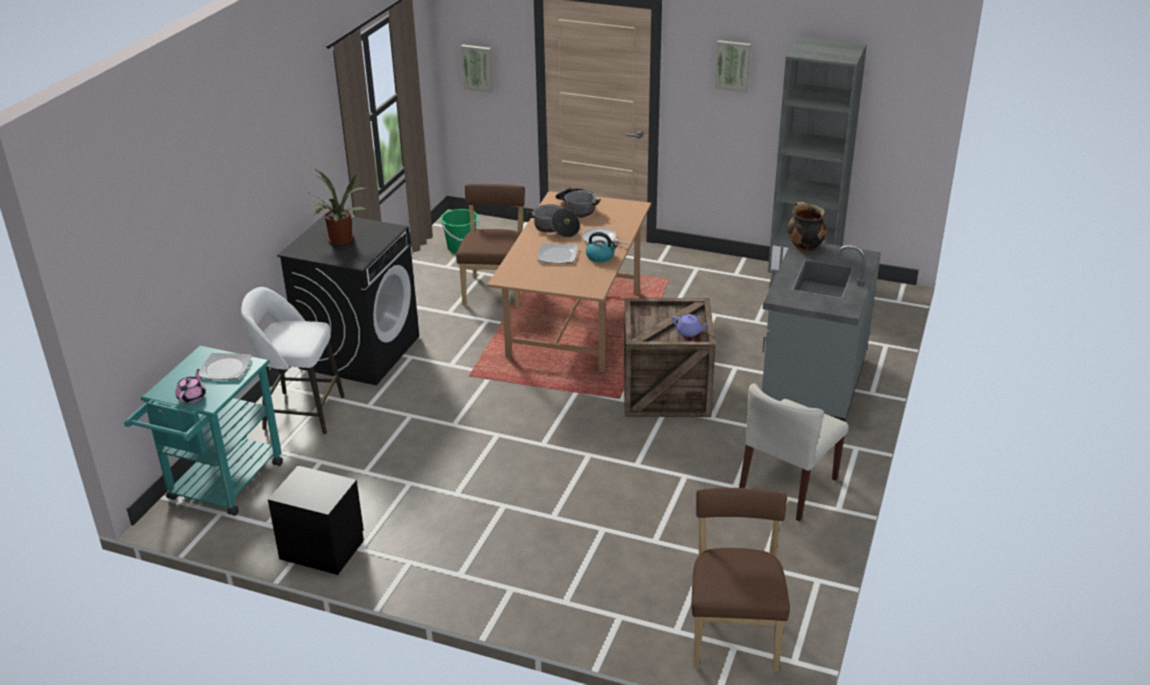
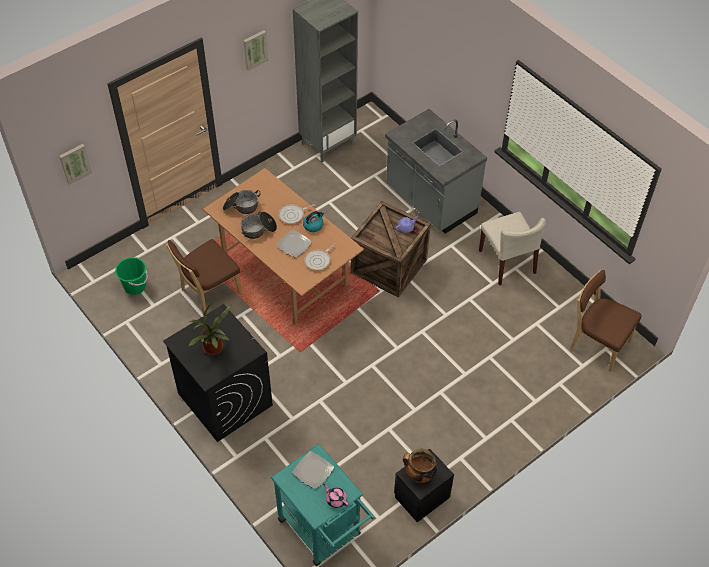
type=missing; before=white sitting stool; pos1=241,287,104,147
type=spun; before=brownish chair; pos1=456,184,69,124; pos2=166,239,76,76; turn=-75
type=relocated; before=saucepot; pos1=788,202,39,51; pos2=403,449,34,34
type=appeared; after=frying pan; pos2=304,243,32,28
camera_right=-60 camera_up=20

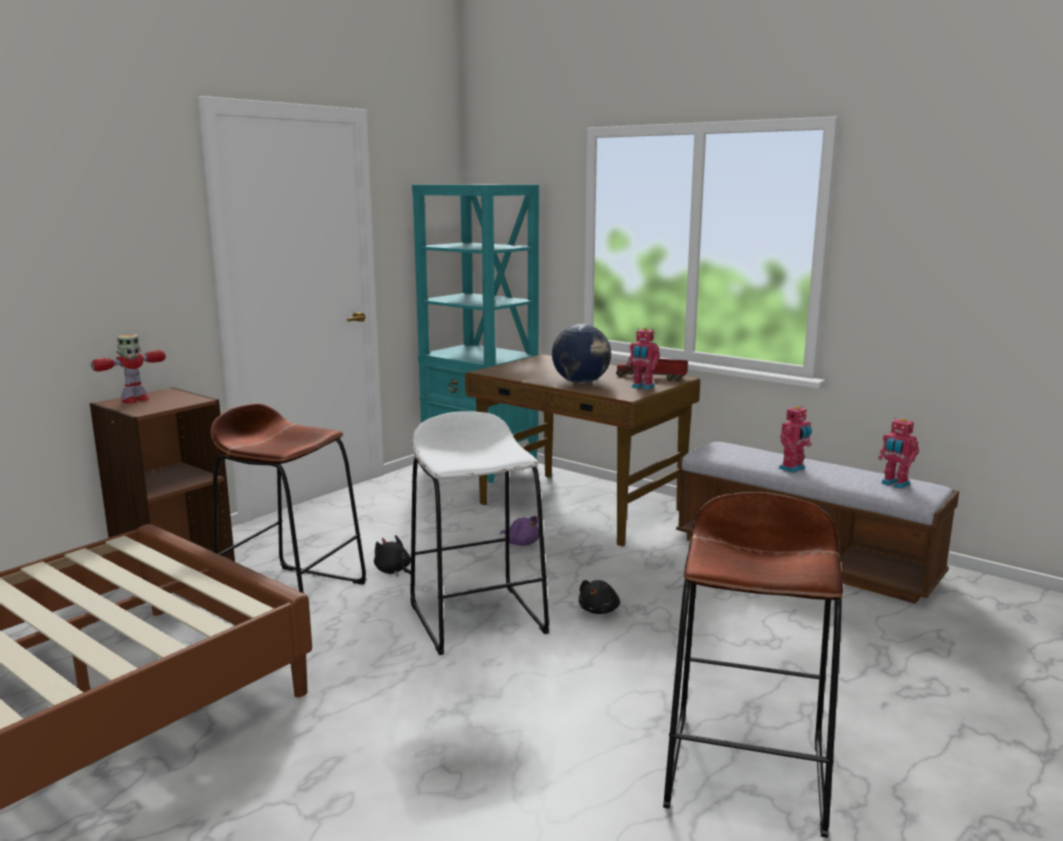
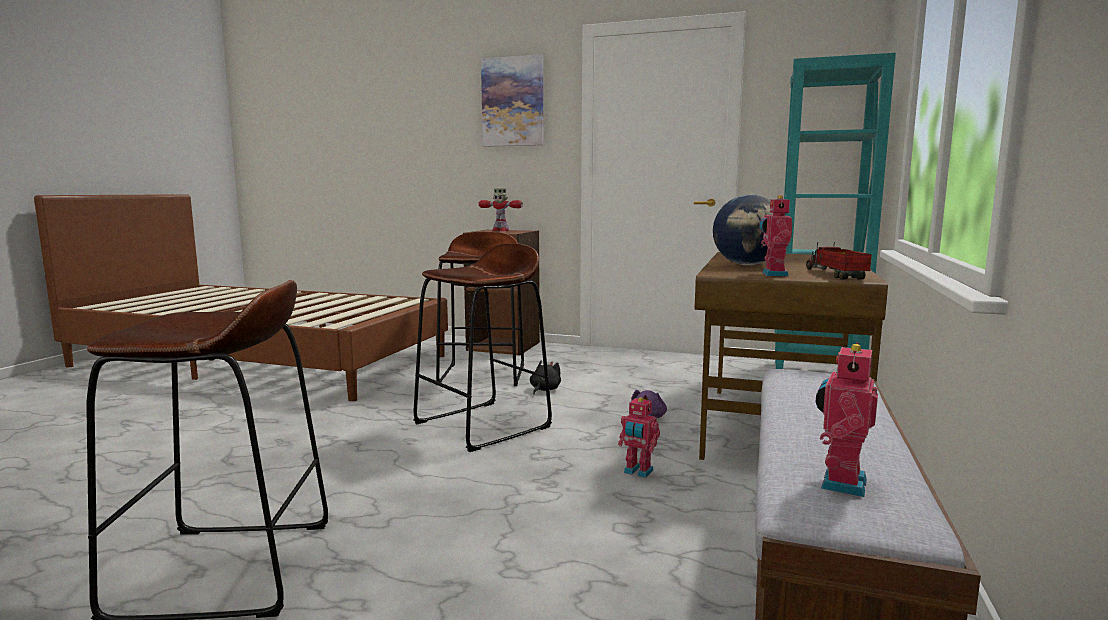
type=colour; before=white sitting stool; after=brownish sitting stool; pos1=411,411,138,244; pos2=413,243,139,209
type=missing; before=black-coloured soft toy; pos1=579,580,41,34
type=relocated; before=robot figure; pos1=779,406,33,67; pos2=618,397,42,81
type=appeared; after=wall picture; pos2=481,54,62,93
camera_right=70 camera_up=-5

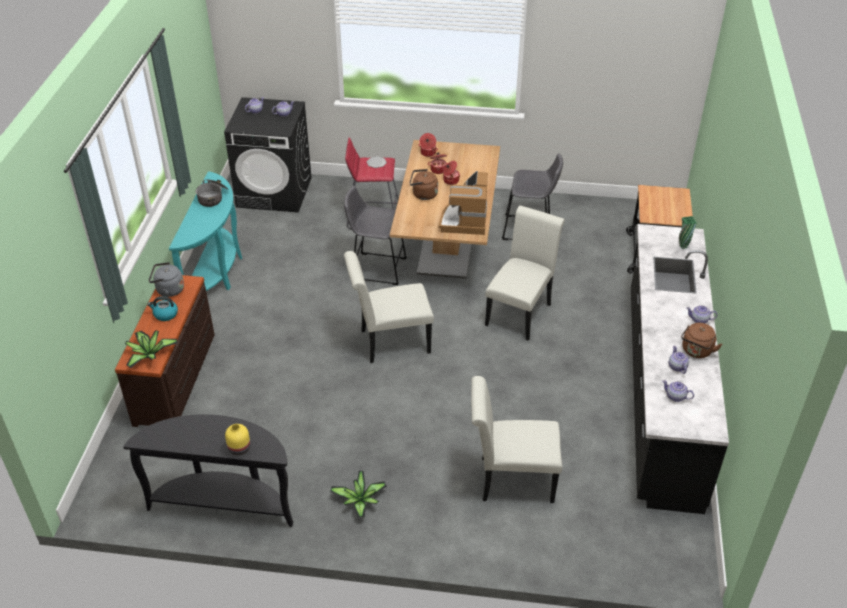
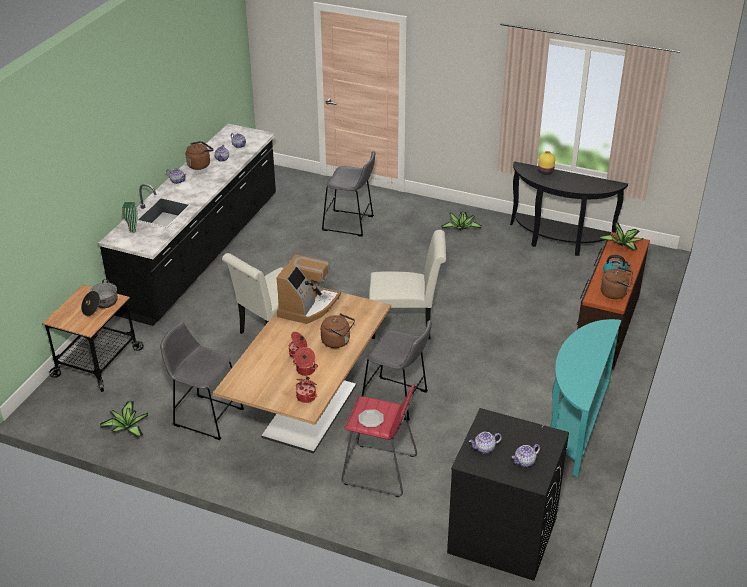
type=colour; before=grey water kettle; after=brownish water kettle; pos1=149,262,35,35; pos2=600,266,33,33
type=relocated; before=saucepot; pos1=196,179,33,28; pos2=81,279,37,37
type=exchanged; before=white chair; after=grey sitting stool; pos1=471,376,91,127; pos2=321,151,54,86
type=appeared; after=plant in a pot; pos2=100,401,48,37
camera_right=-165 camera_up=-5

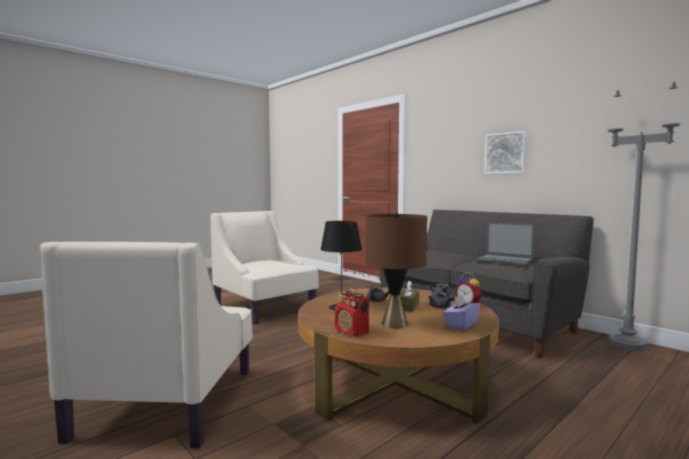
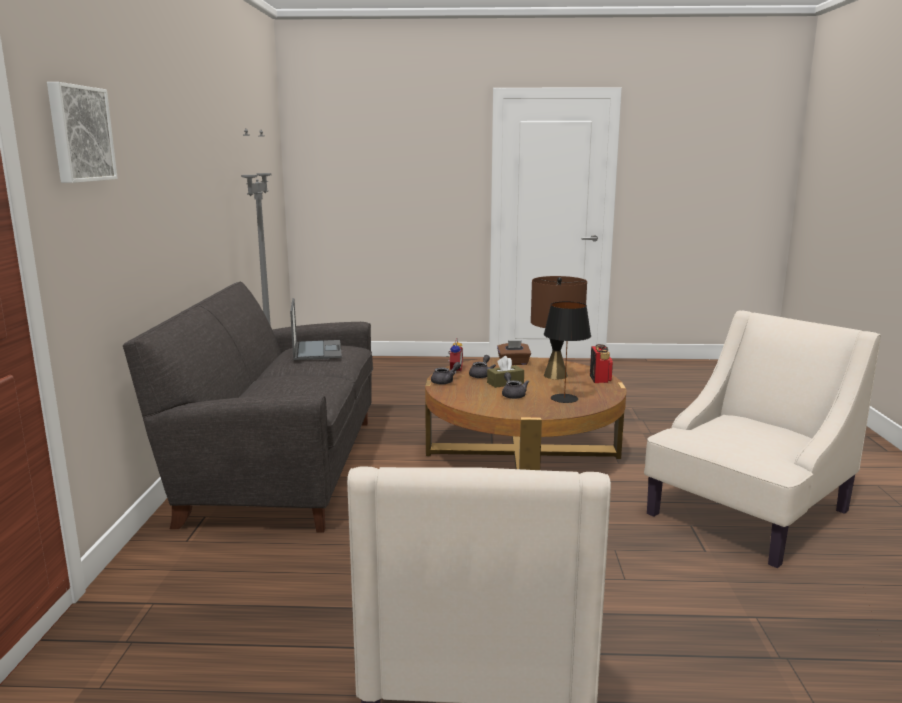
type=colour; before=purple-coloured tissue box; after=brownish tissue box; pos1=443,295,37,36; pos2=497,341,34,24
type=relocated; before=wall picture; pos1=485,131,42,43; pos2=47,82,71,101
camera_right=-135 camera_up=10

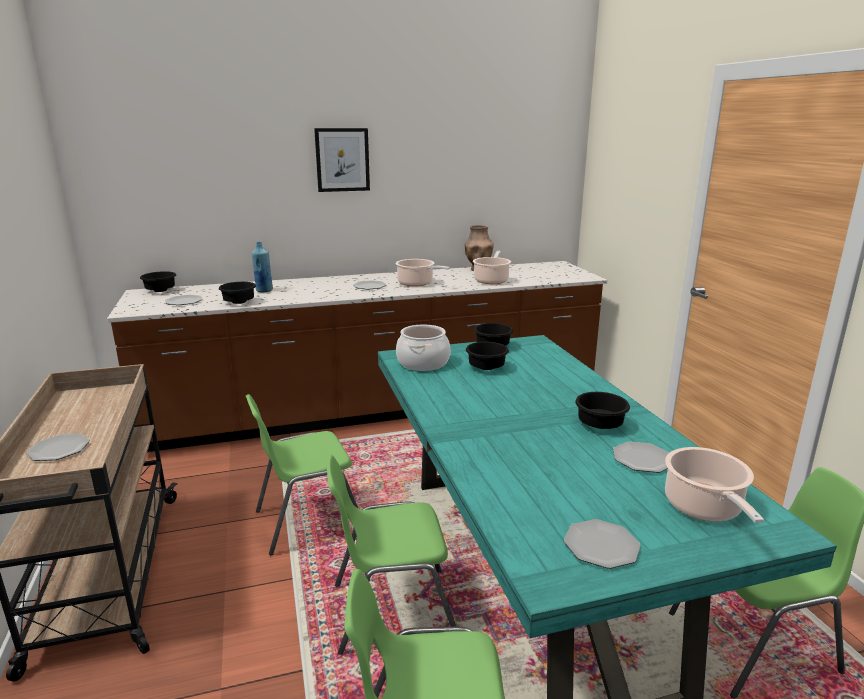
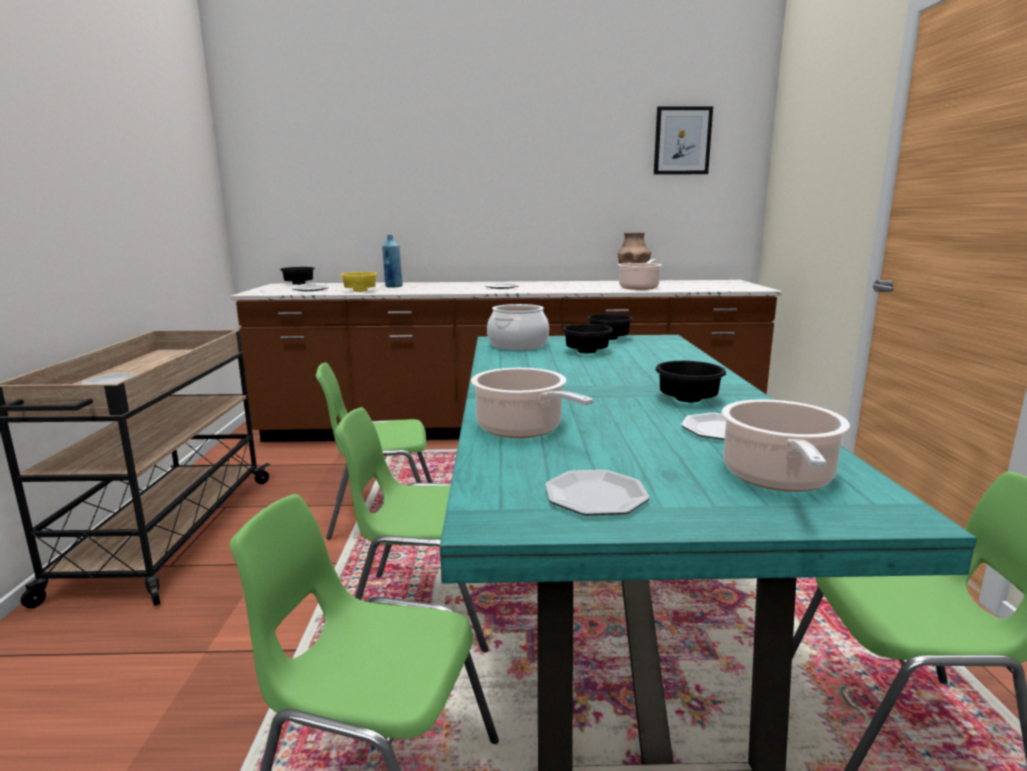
type=colour; before=black-coloured deep dish; after=yellow-coloured deep dish; pos1=219,282,37,22; pos2=340,272,38,20
type=relocated; before=wall picture; pos1=314,128,56,64; pos2=654,106,59,69
type=relocated; before=saucepot; pos1=395,259,55,27; pos2=471,368,122,70
camera_right=15 camera_up=-5

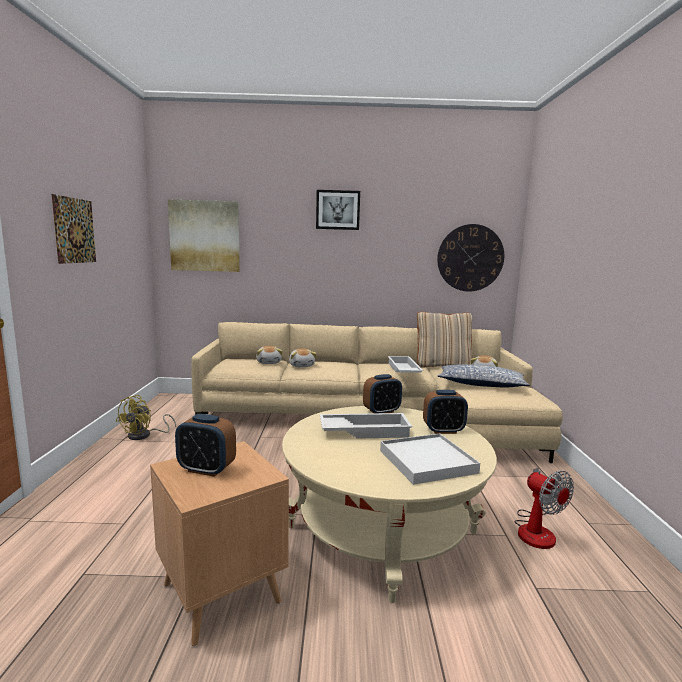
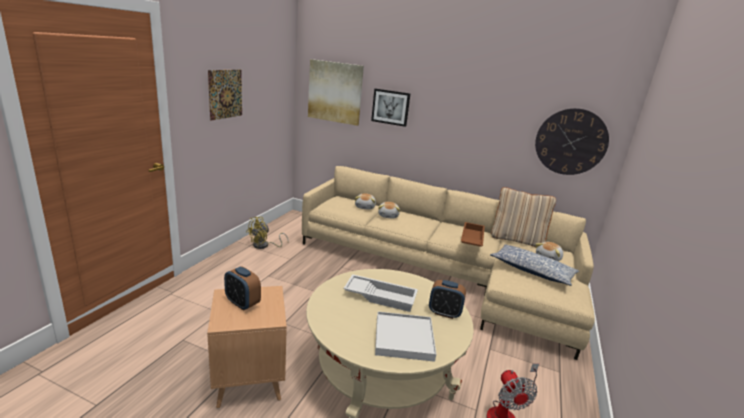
type=relocated; before=wall picture; pos1=316,190,44,40; pos2=371,89,40,38
type=missing; before=alarm clock; pos1=363,374,39,39
type=colour; before=white carrying tray; after=brownish carrying tray; pos1=388,356,36,17; pos2=461,222,24,25
camera_right=20 camera_up=10

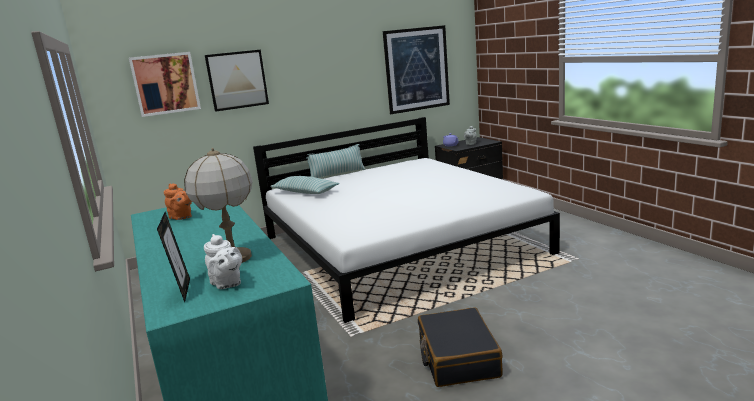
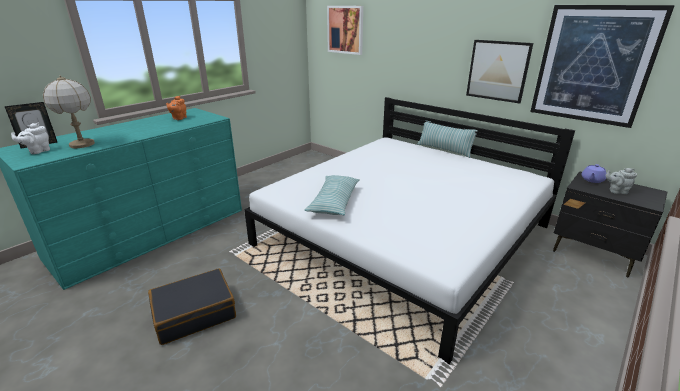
type=relocated; before=wall picture; pos1=205,50,64,62; pos2=466,40,67,63
type=relocated; before=throw pillow; pos1=270,176,69,18; pos2=305,175,55,40
camera_right=65 camera_up=10

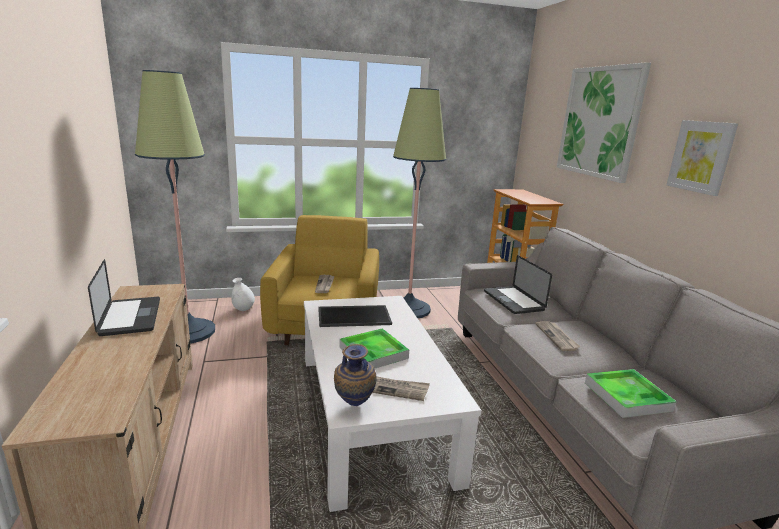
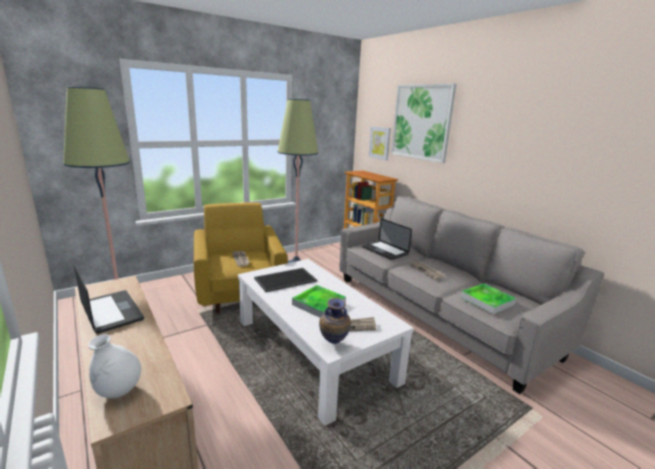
type=relocated; before=white decorative vase; pos1=231,278,24,33; pos2=88,334,53,64
type=relocated; before=wall picture; pos1=667,120,71,76; pos2=368,126,23,35
camera_right=-20 camera_up=0

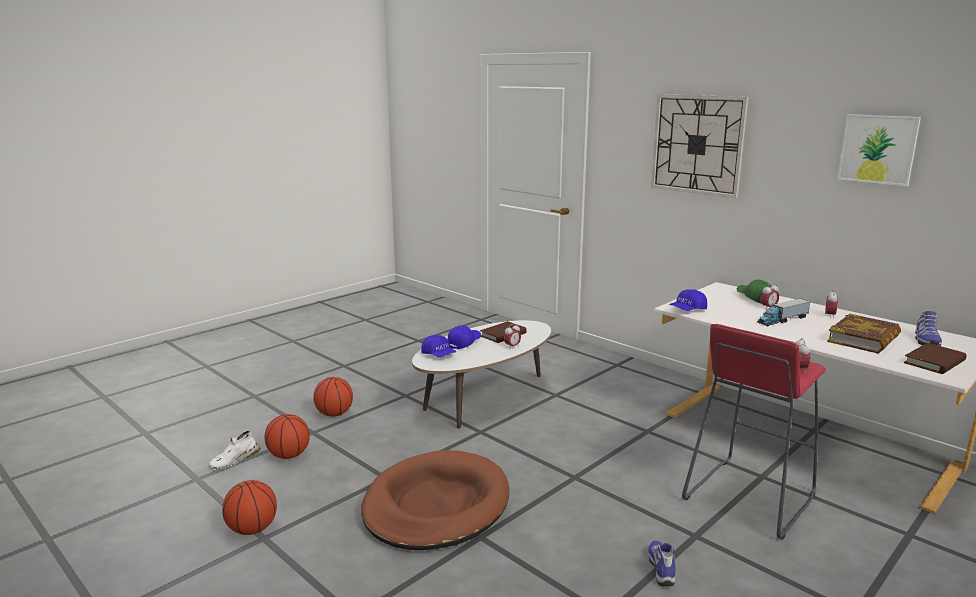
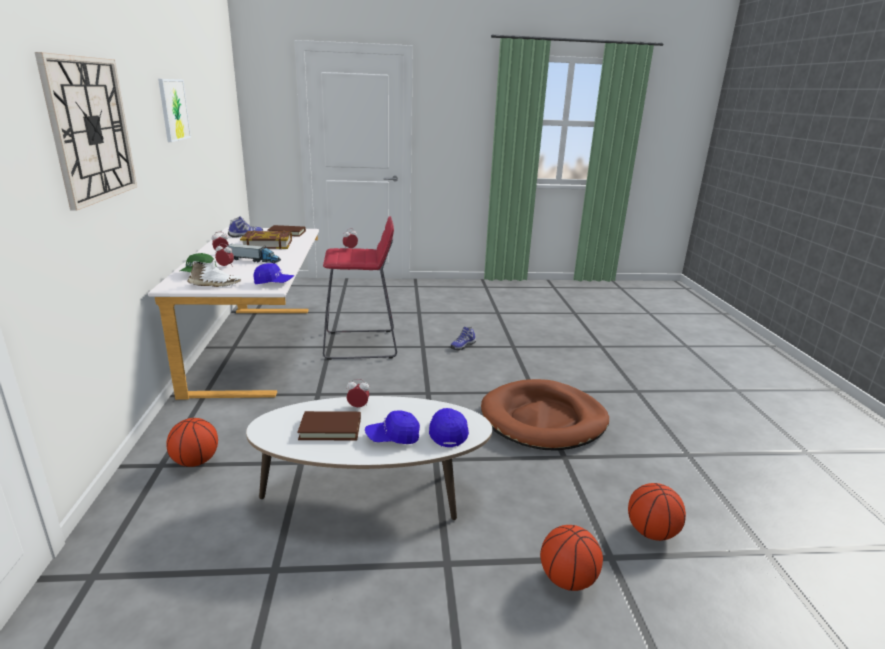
type=relocated; before=white shoe; pos1=210,431,50,39; pos2=187,260,54,27
type=relocated; before=ball for basketball; pos1=222,480,55,55; pos2=166,418,52,49
camera_right=-140 camera_up=5

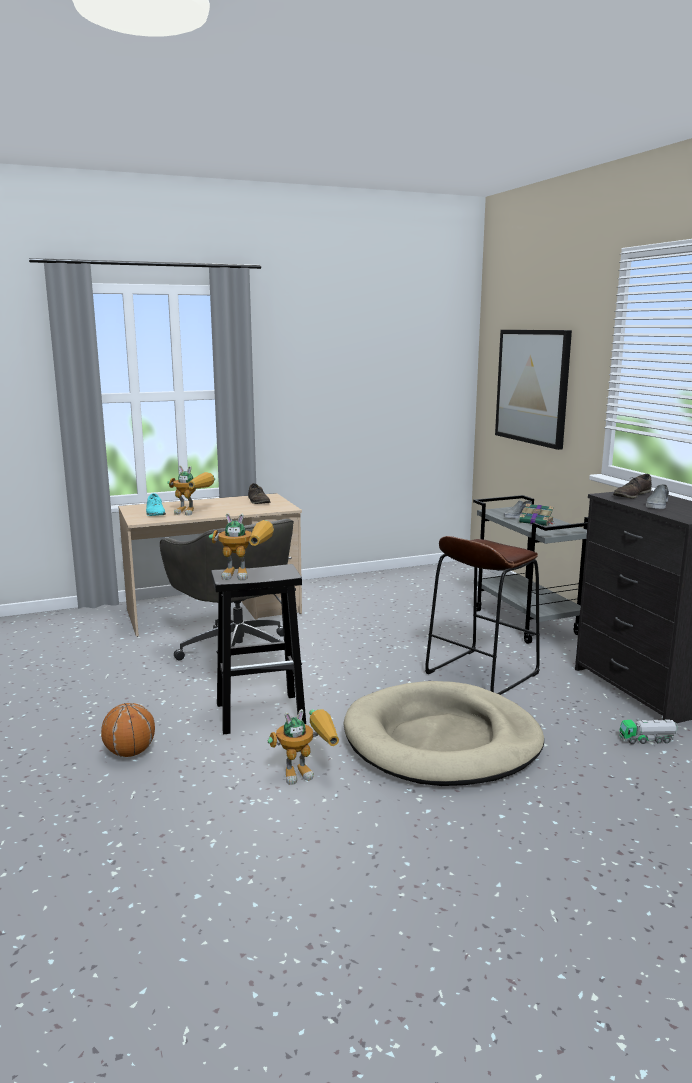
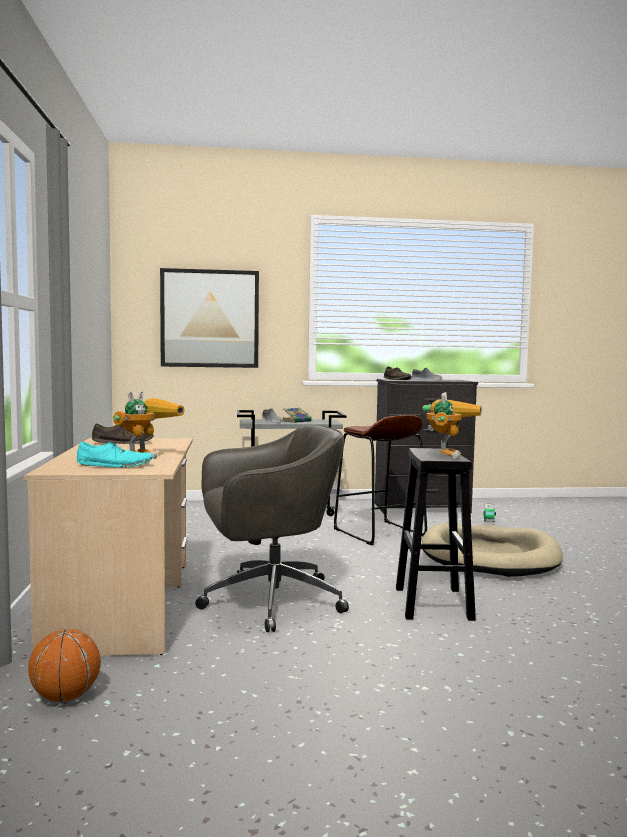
type=relocated; before=ball for basketball; pos1=101,703,54,54; pos2=28,629,73,73
type=missing; before=robot figure; pos1=268,709,71,76
camera_right=-75 camera_up=-10

